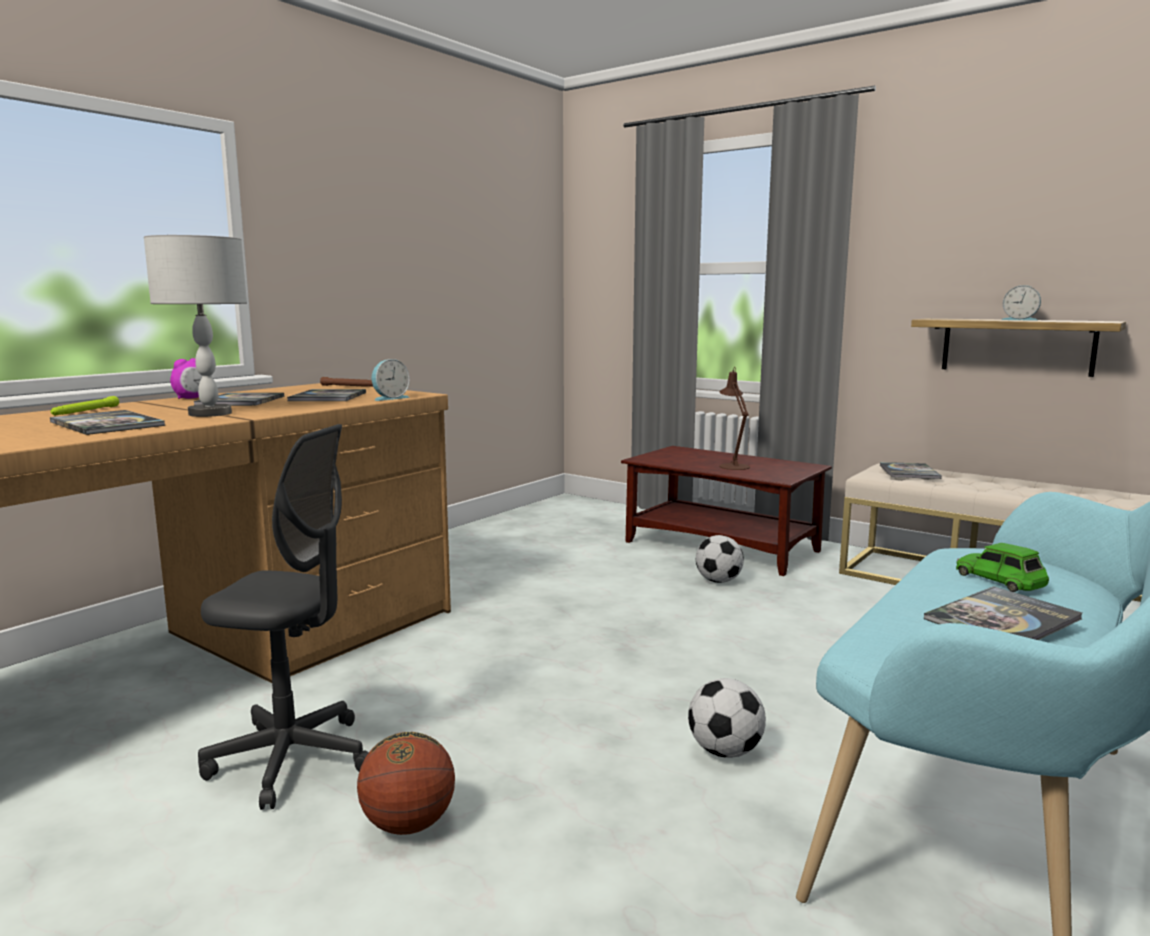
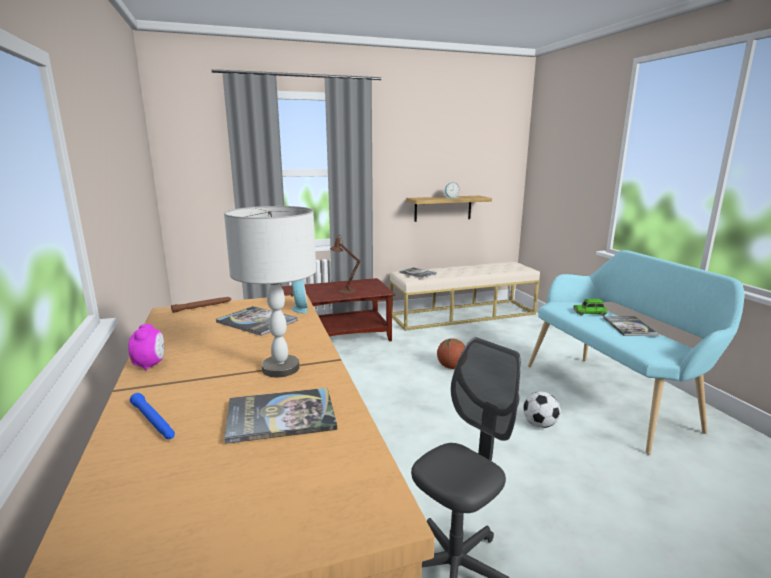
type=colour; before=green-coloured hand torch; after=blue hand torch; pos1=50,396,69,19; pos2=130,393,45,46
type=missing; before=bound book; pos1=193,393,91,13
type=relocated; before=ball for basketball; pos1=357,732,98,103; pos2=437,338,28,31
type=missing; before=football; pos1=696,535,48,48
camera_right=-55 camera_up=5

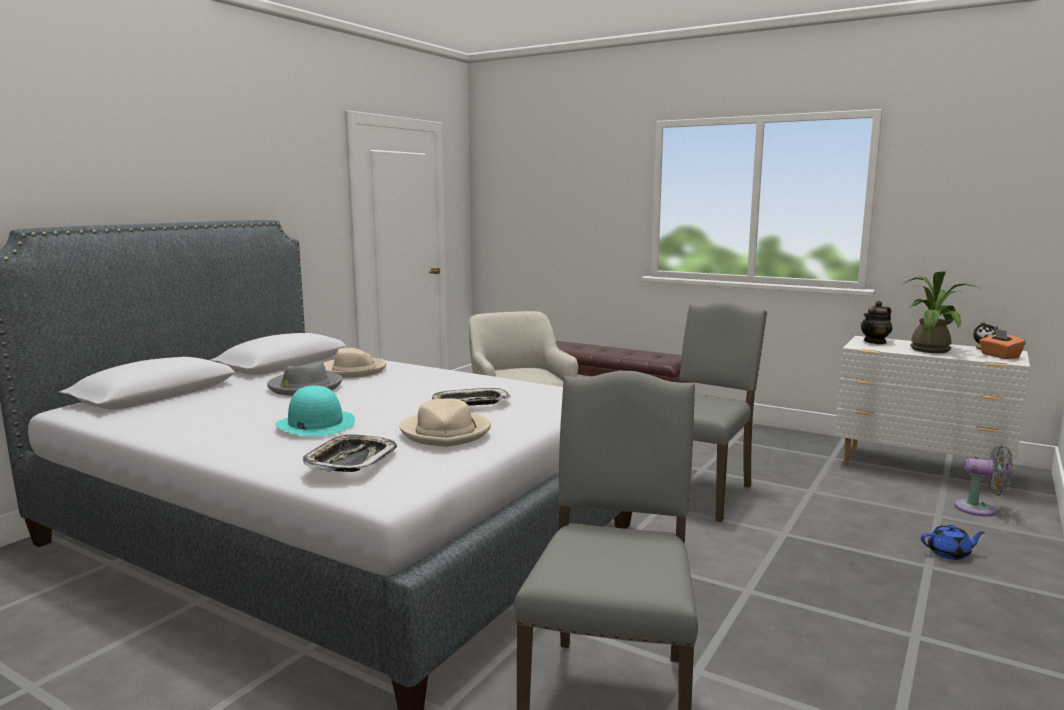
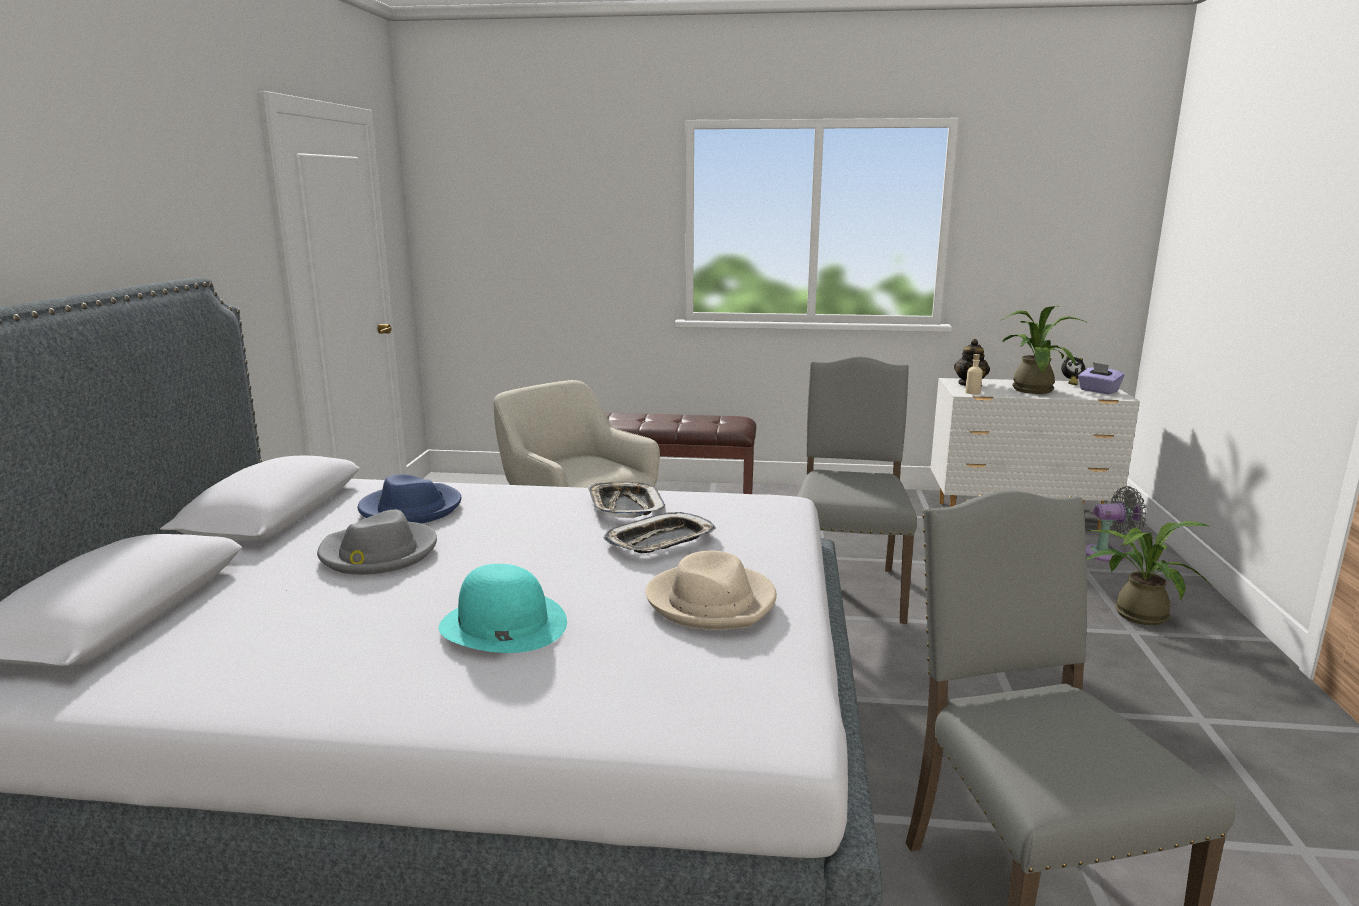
type=relocated; before=carrying tray; pos1=303,434,94,38; pos2=588,482,78,36
type=colour; before=sand-coloured hat; after=blue hat; pos1=323,348,63,30; pos2=358,474,103,50
type=exchanged; before=blue teapot; after=plant in a pot; pos1=921,525,64,35; pos2=1086,521,125,104
type=colour; before=orange-coloured tissue box; after=purple-coloured tissue box; pos1=979,328,47,31; pos2=1078,362,46,32
type=appeared; after=sand-coloured beverage bottle; pos2=965,354,18,40
camera_right=-25 camera_up=5

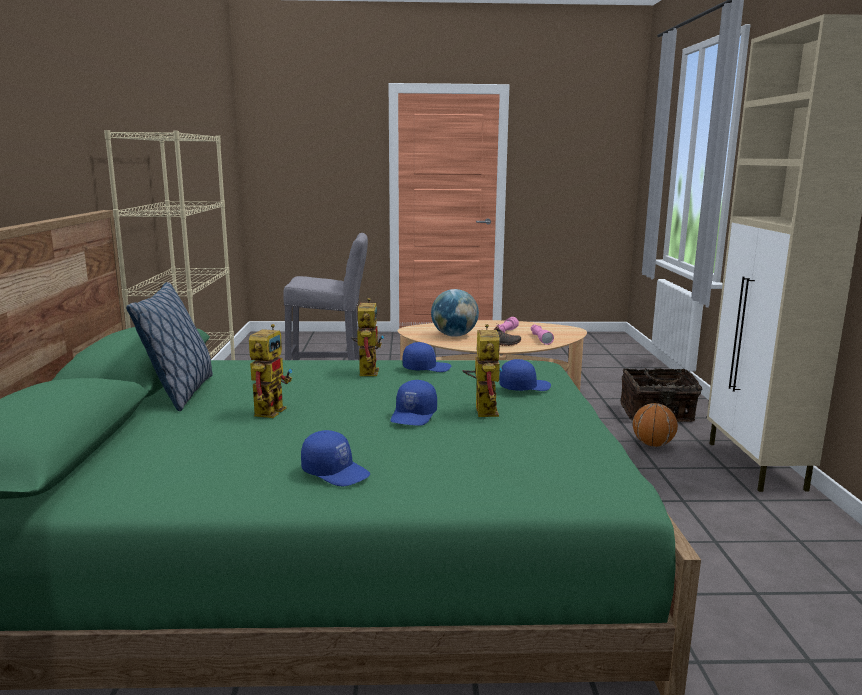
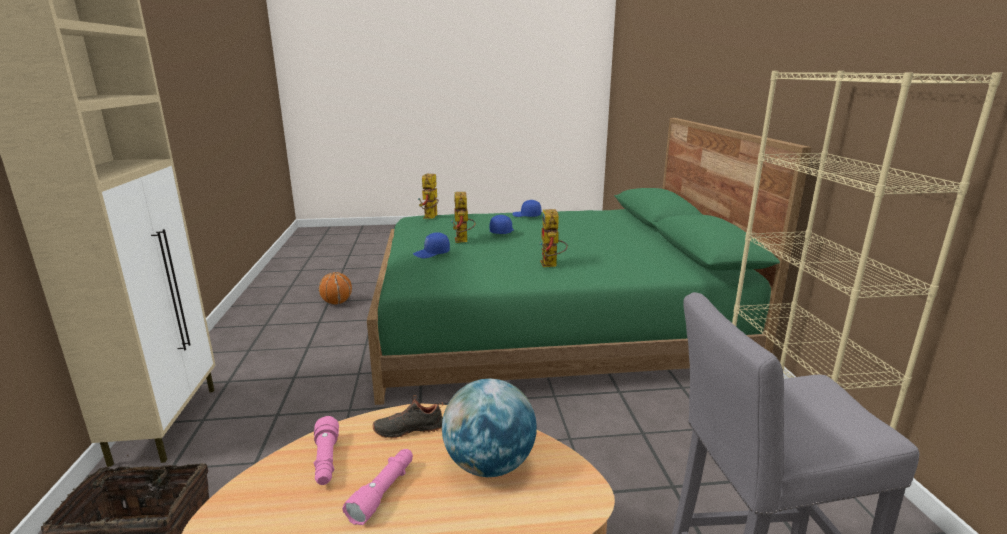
type=missing; before=throw pillow; pos1=126,282,87,129
type=relocated; before=robot figure; pos1=249,324,43,94; pos2=418,174,21,45
type=missing; before=blue peaked cap; pos1=402,342,49,30
type=relocated; before=ball for basketball; pos1=633,403,45,44; pos2=319,272,33,32
camera_right=175 camera_up=5

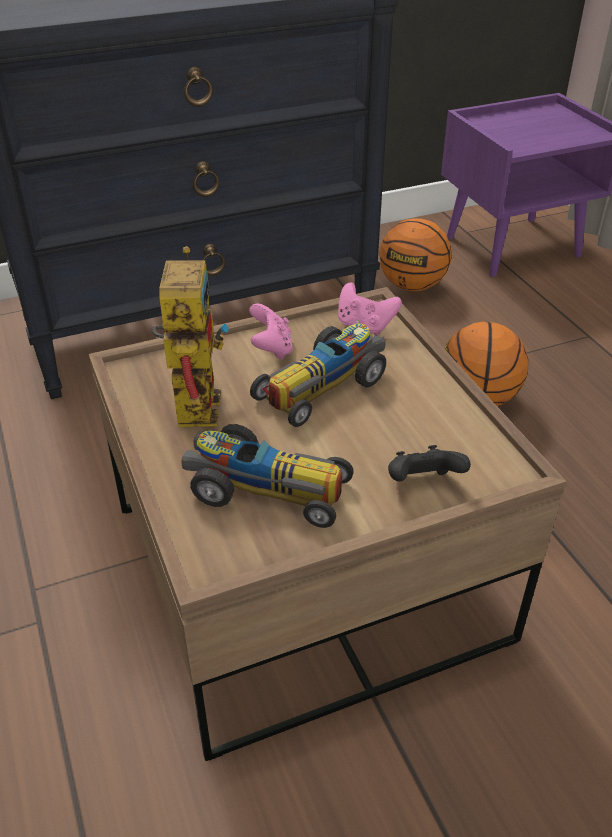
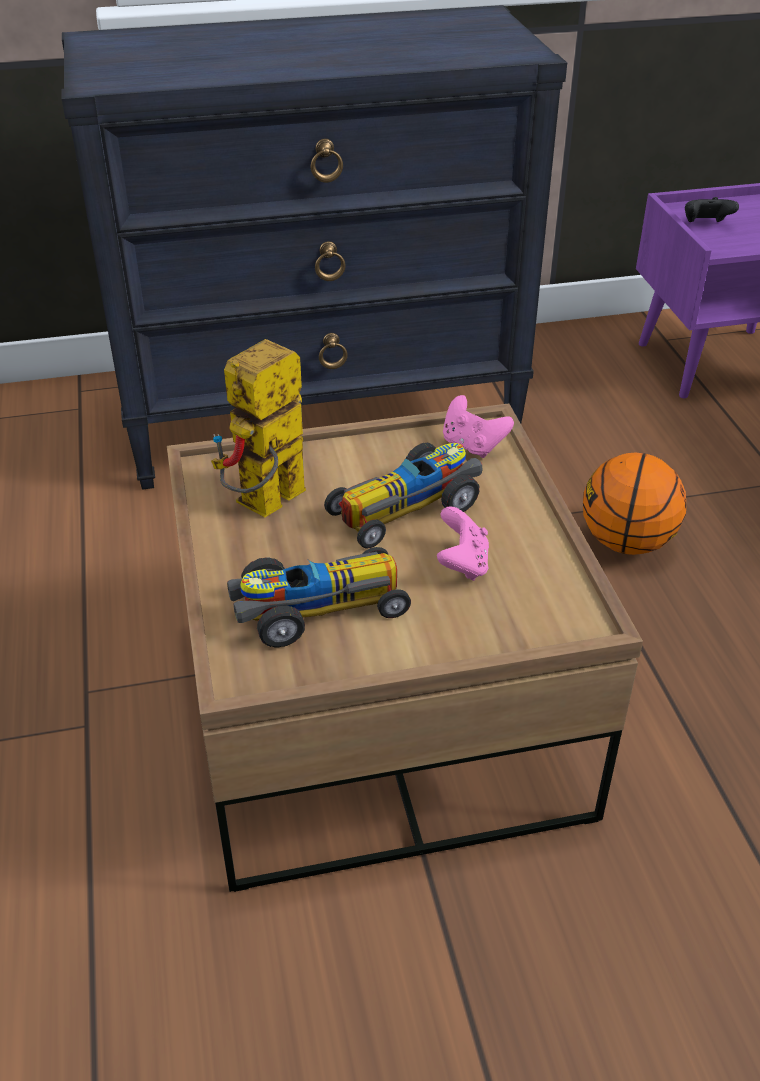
type=spun; before=robot figure; pos1=152,246,77,181; pos2=211,339,95,178; turn=-150
type=spun; before=model car; pos1=181,424,173,104; pos2=227,547,184,101; turn=-45
type=relocated; before=pink-coloured gamepad; pos1=249,304,44,56; pos2=437,506,52,75
type=missing; before=ball for basketball; pos1=379,218,73,73
type=relocated; before=black-coloured gamepad; pos1=388,445,83,37; pos2=685,197,54,25
camera_right=10 camera_up=0

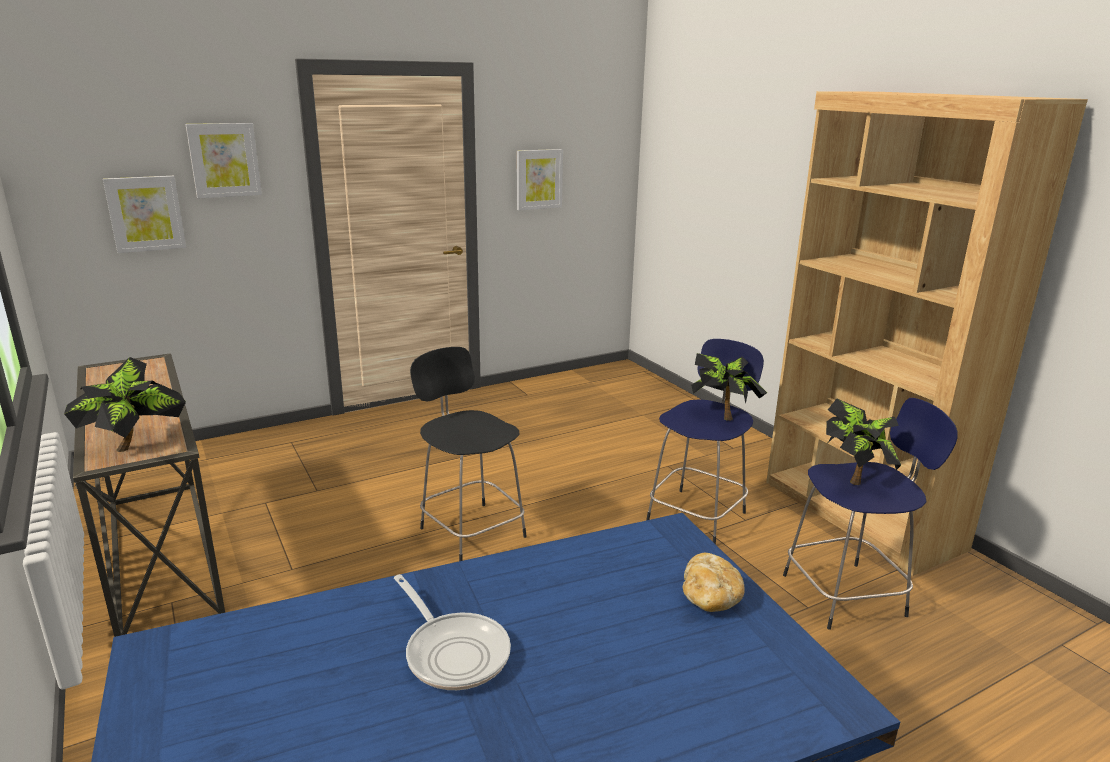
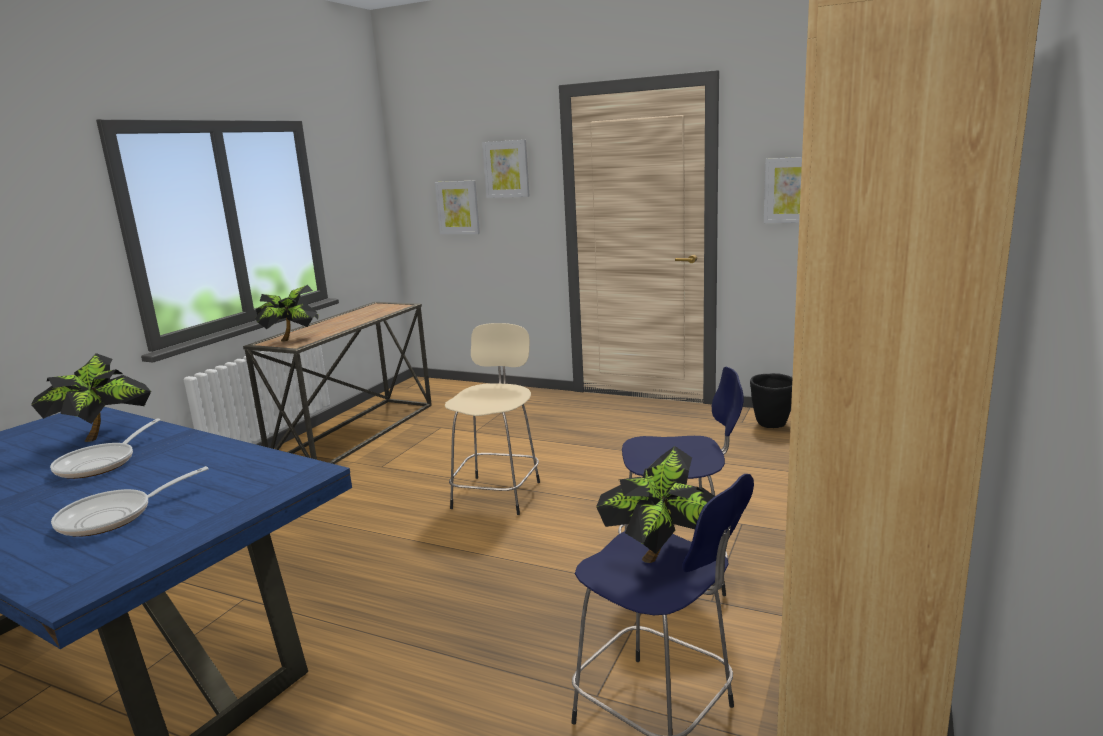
type=colour; before=black-coloured sitting stool; after=sand-coloured sitting stool; pos1=410,347,117,214; pos2=445,323,95,192
type=missing; before=bread; pos1=683,553,62,59
type=relocated; before=plant in a pot; pos1=691,353,76,68; pos2=31,353,120,89
type=appeared; after=frying pan; pos2=51,466,158,71
type=appeared; after=black-coloured planter; pos2=750,373,43,55
camera_right=55 camera_up=-5

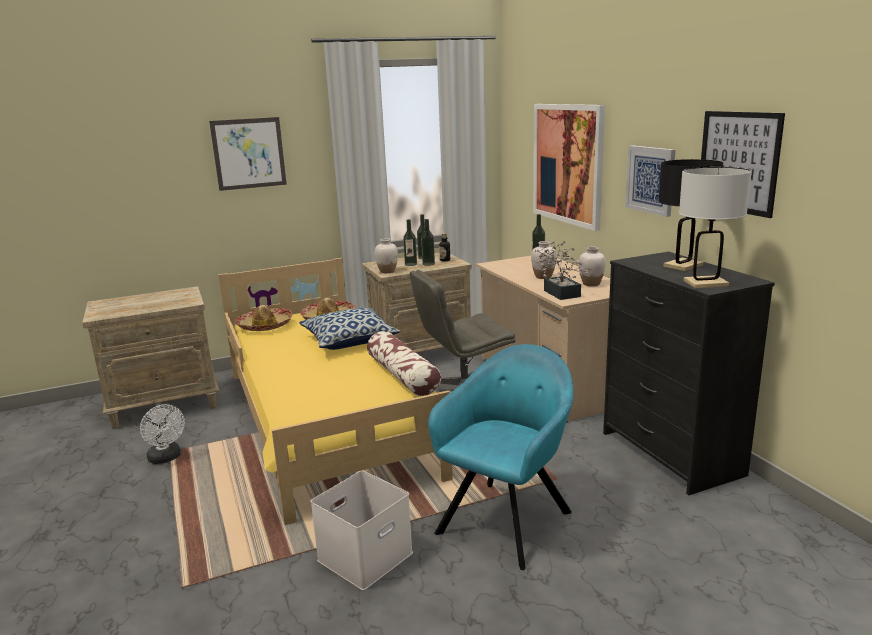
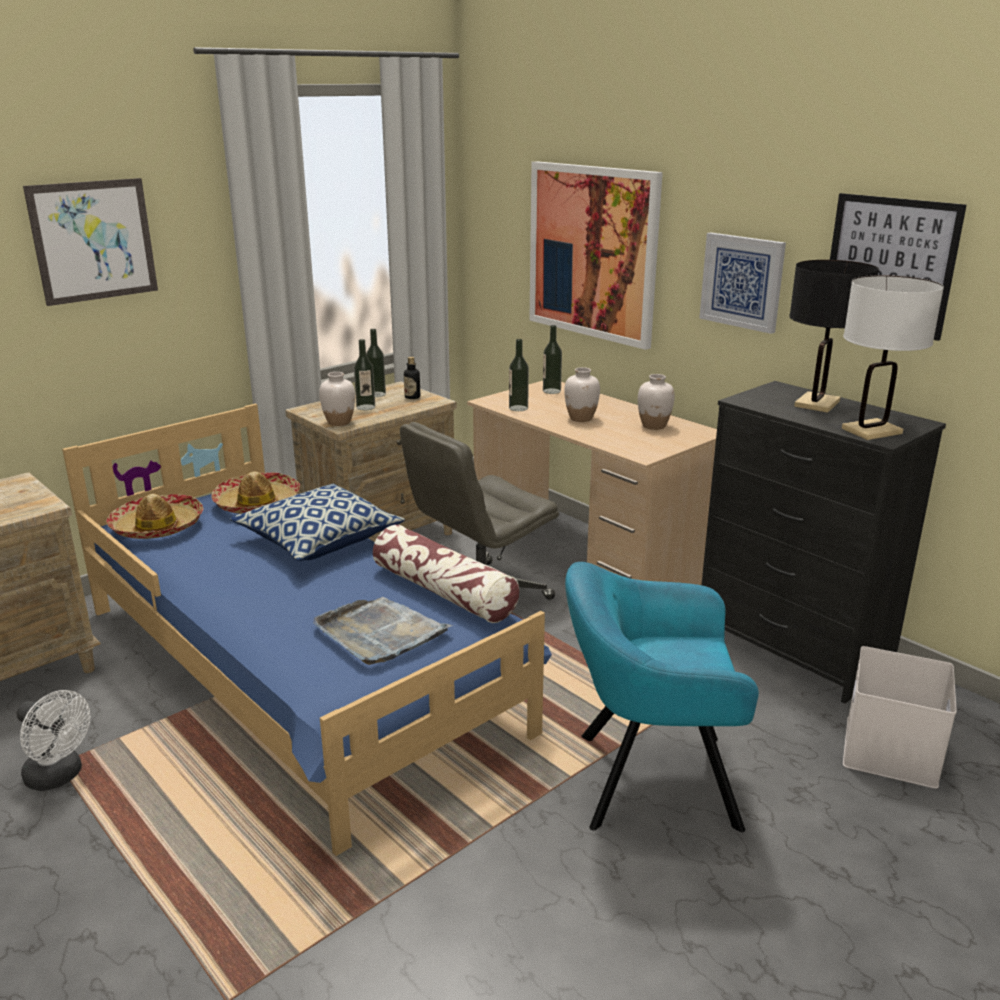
type=colour; before=yellow-coloured bedroom bed; after=blue bedroom bed; pos1=218,258,235,267; pos2=62,404,490,452
type=relocated; before=white storage box; pos1=311,471,102,119; pos2=843,646,114,143
type=relocated; before=beverage bottle; pos1=421,219,14,47; pos2=509,339,20,72
type=spun; before=blue-green armchair; pos1=428,344,145,226; pos2=565,562,194,270; turn=-105
type=missing; before=plant in a pot; pos1=534,241,55,59
type=appeared; after=grey carrying tray; pos2=313,597,139,68
camera_right=-20 camera_up=5

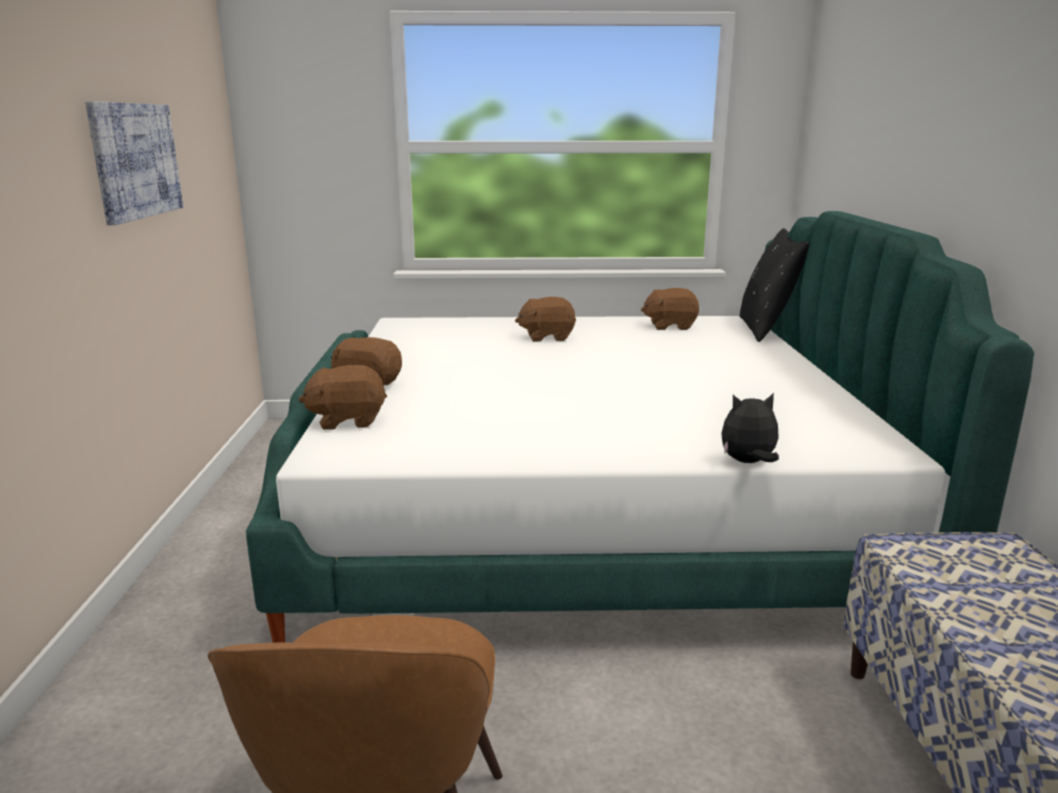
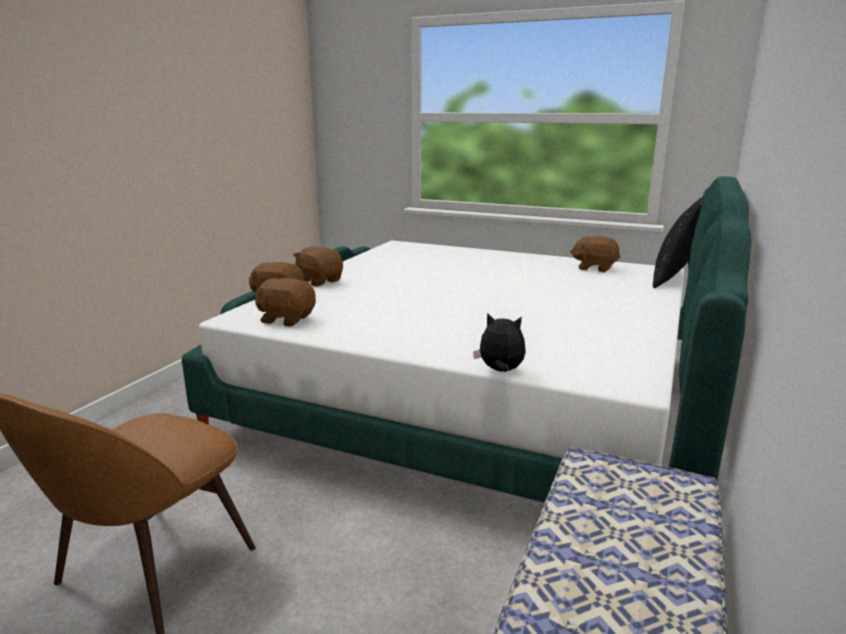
type=missing; before=wall picture; pos1=85,101,98,124
type=relocated; before=brownish soft toy; pos1=515,297,61,45; pos2=255,278,61,49
camera_right=25 camera_up=0

